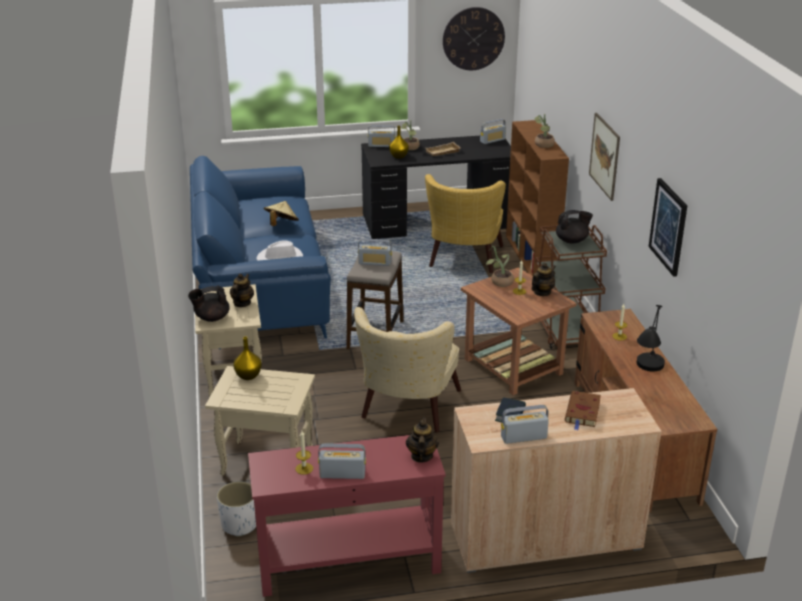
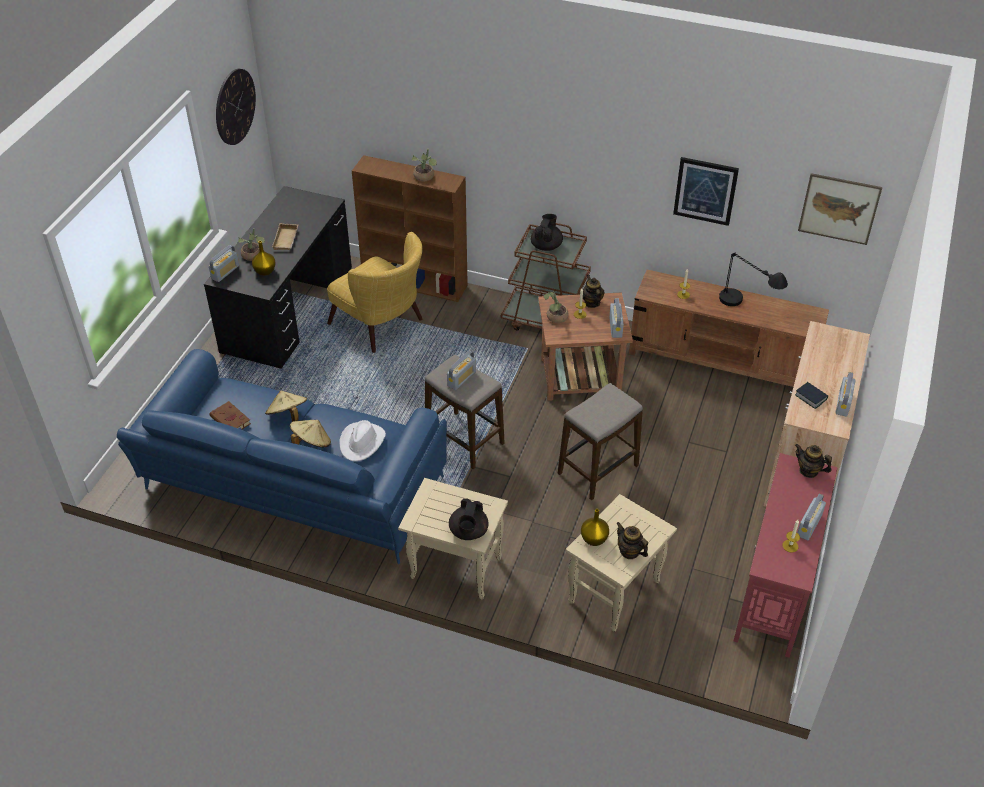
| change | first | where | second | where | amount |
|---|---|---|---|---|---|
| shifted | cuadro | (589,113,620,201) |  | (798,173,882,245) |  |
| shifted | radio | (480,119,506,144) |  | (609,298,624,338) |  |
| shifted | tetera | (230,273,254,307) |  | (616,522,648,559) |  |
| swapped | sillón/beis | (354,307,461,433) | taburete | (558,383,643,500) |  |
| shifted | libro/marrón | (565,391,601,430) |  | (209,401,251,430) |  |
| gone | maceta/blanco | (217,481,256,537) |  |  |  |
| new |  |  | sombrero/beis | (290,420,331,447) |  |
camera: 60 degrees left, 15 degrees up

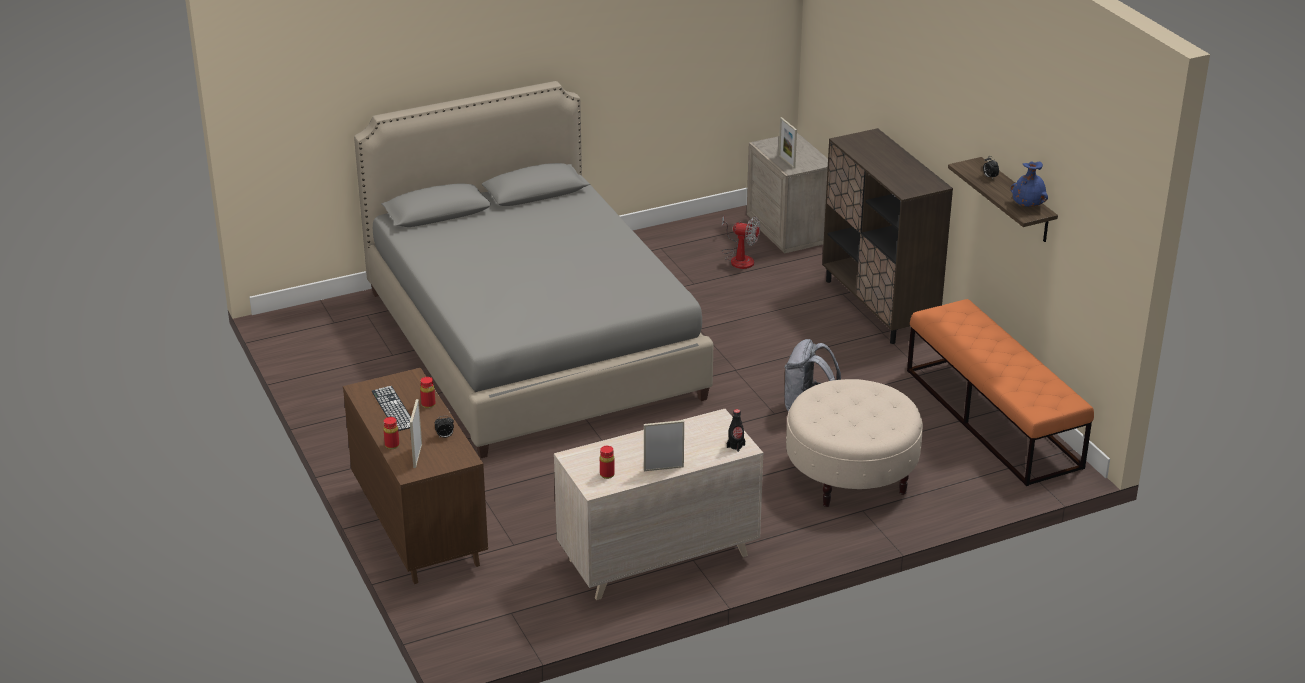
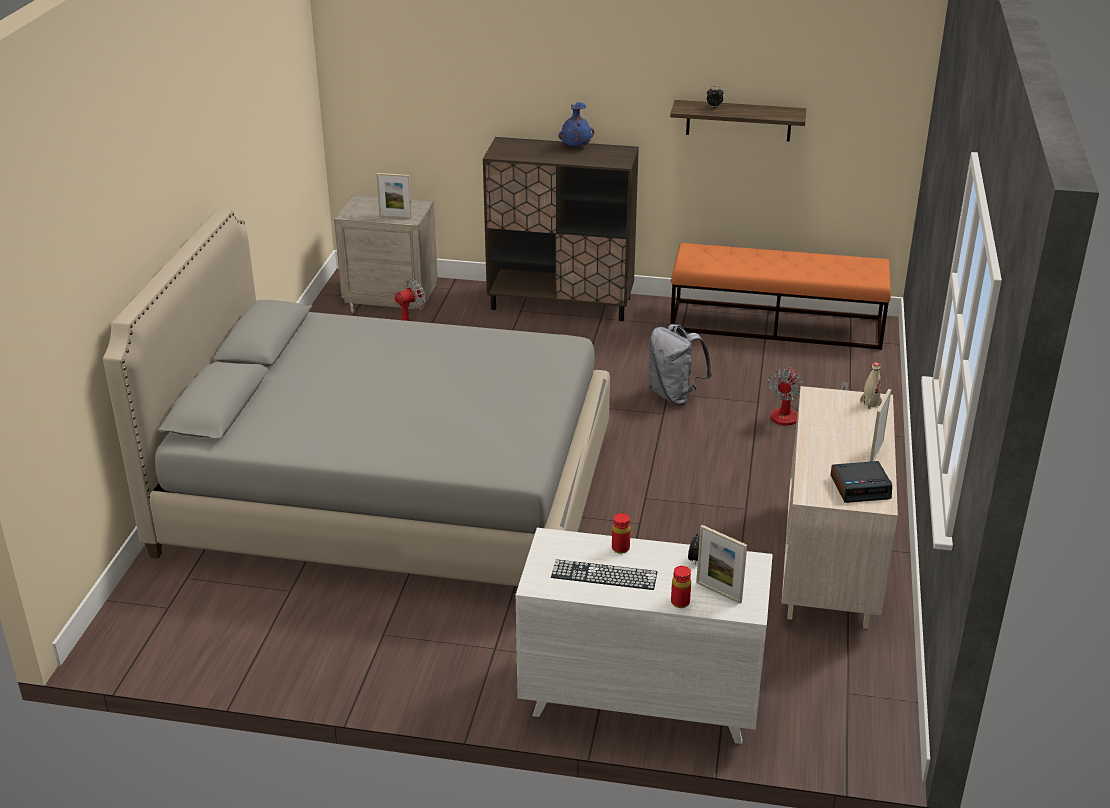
| change | first | where | second | where | amount |
|---|---|---|---|---|---|
| shifted | florero/azul | (1011,161,1048,207) |  | (558,102,594,147) |  |
| repainted | cómoda/marrón | (343,368,488,584) | cómoda/blanco | (515,528,773,744) |  |
| swapped | puf/beis | (786,379,923,507) | ventilador | (768,367,849,426) |  |
| repainted | botella/negro | (727,409,745,452) | botella/beis | (860,362,882,409) |  |
| swapped | botella/rojo | (600,446,615,479) | despertador | (831,461,892,503) |  |
camera: 55 degrees left, 0 degrees up

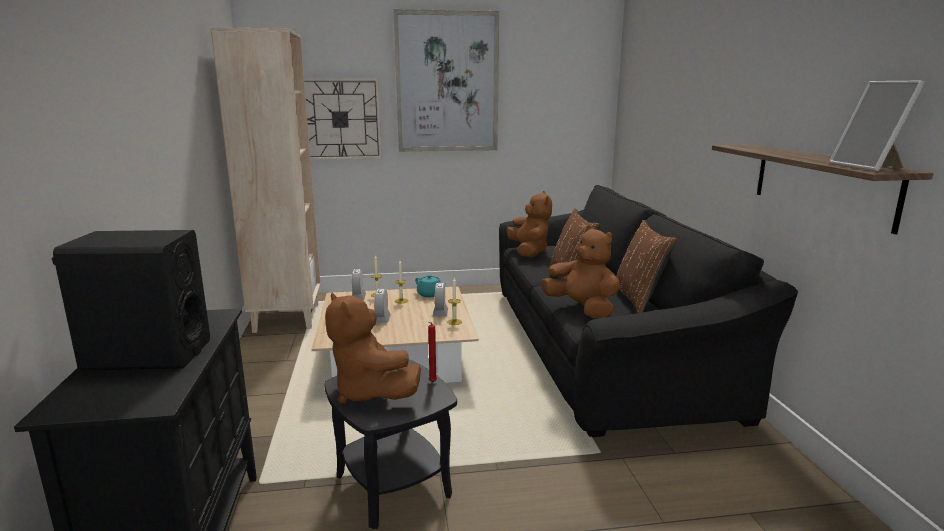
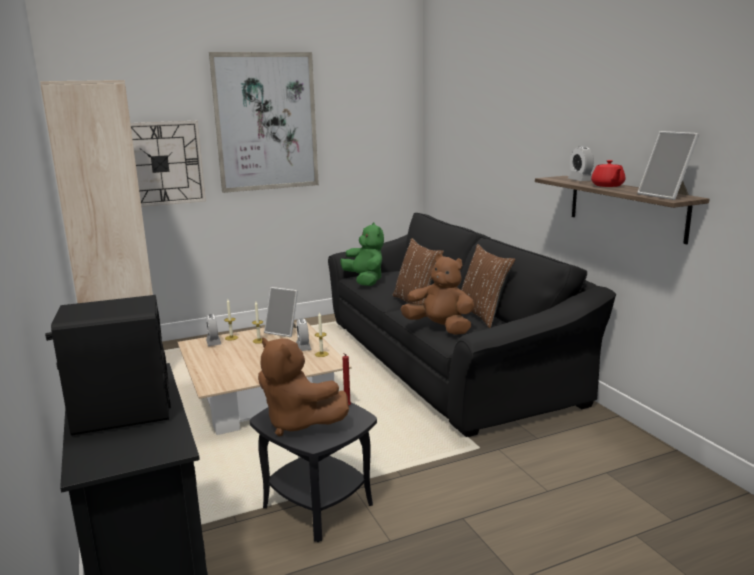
| change | first | where | second | where | amount |
|---|---|---|---|---|---|
| repainted | peluche/marrón | (507,191,552,257) | peluche/verde | (340,222,384,286) |  |
| swapped | tetera/turquesa | (415,275,446,297) | portarretratos | (264,287,298,337) |  |
| shifted | despertador | (374,288,391,323) |  | (568,146,594,181) |  |
| new |  |  | tetera/rojo | (591,160,625,187) |  |
camera: 15 degrees left, 0 degrees up

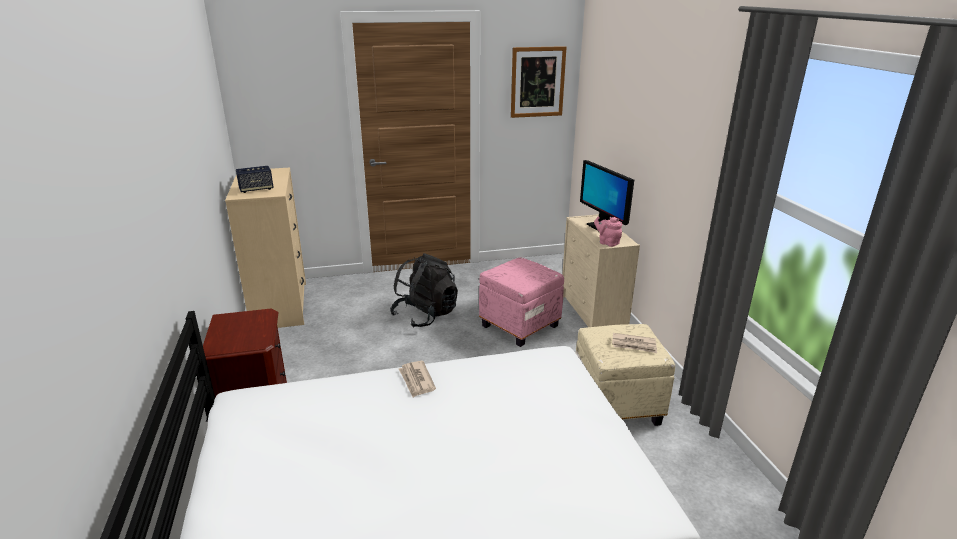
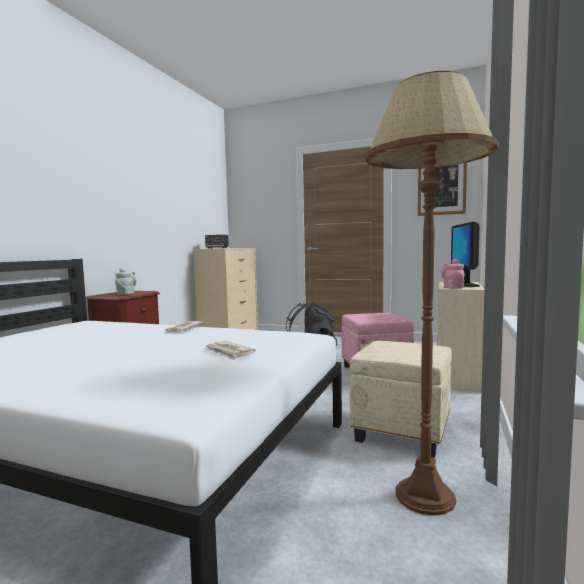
| change | first | where | second | where | amount |
|---|---|---|---|---|---|
| shifted | periódico | (612,333,657,353) |  | (203,341,256,360) |  |
| new |  |  | lámpara de pie/marrón | (365,71,499,516) |  |
| new |  |  | tetera/gris | (115,268,137,295) |  |
camera: 35 degrees right, 20 degrees down

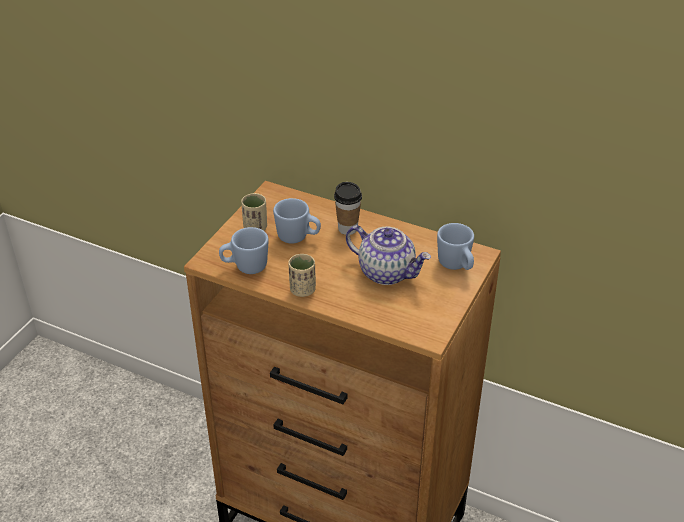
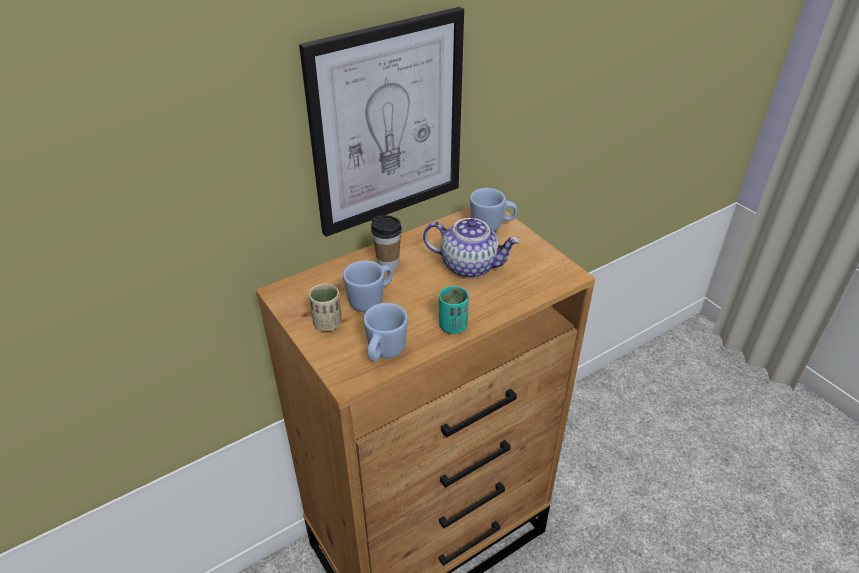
| change | first | where | second | where | amount |
|---|---|---|---|---|---|
| rotated | tetera | (346,225,431,285) |  | (423,218,520,278) | 45 degrees clockwise |
| repainted | taza/beis | (288,254,316,297) | taza/turquesa | (439,286,469,334) |  |
| new |  |  | cuadro | (299,7,464,237) |  |
camera: 60 degrees left, 0 degrees up

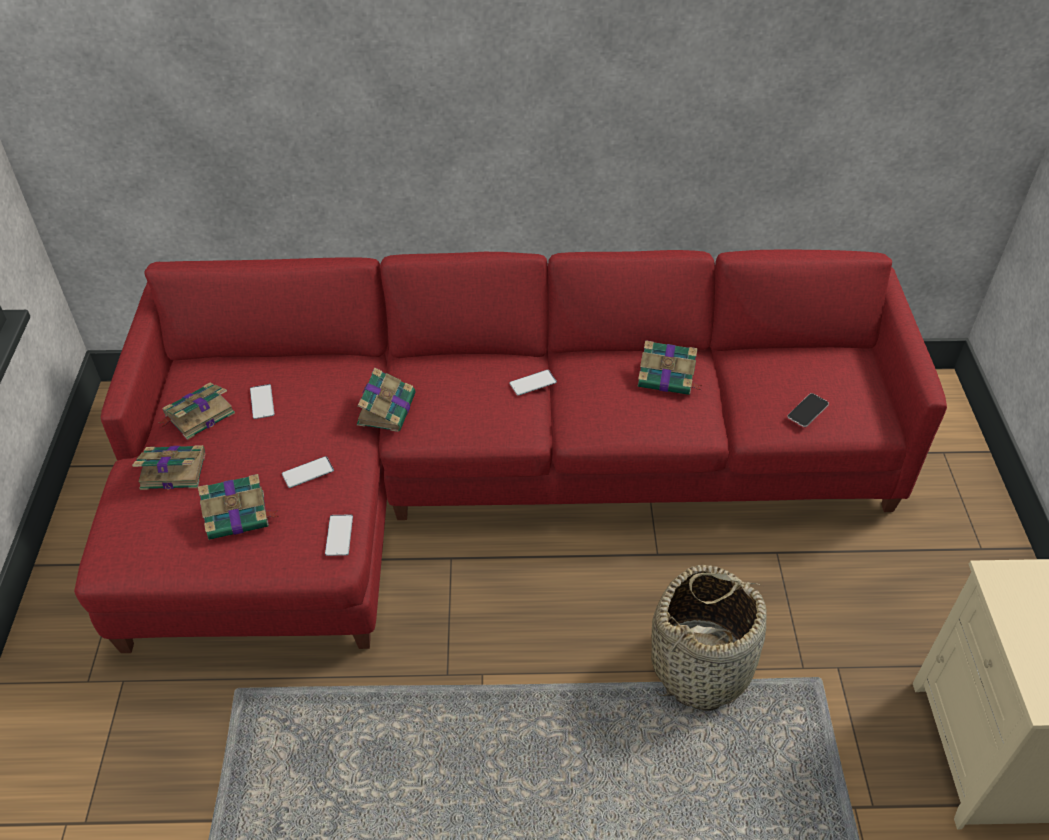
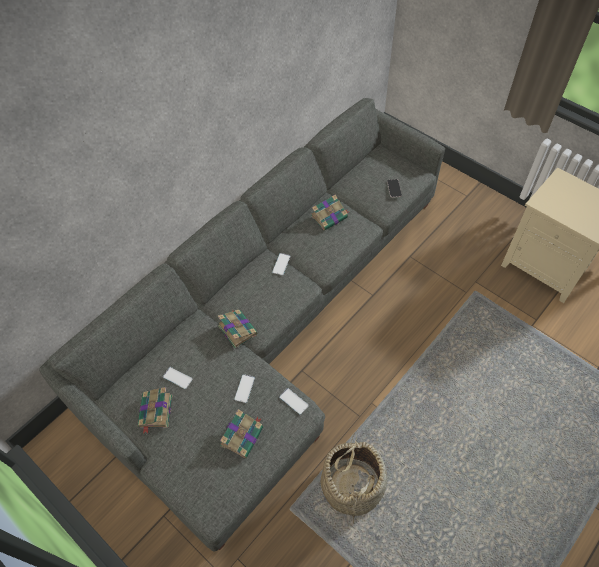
| change | first | where | second | where | amount |
|---|---|---|---|---|---|
| repainted | sofá/rojo | (74,250,947,653) | sofá/gris | (39,98,446,552) |  |
| gone | libro | (132,445,205,490) |  |  |  |
| shifted | cesta | (651,565,767,711) |  | (321,435,387,524) |  |
camera: 45 degrees left, 10 degrees up

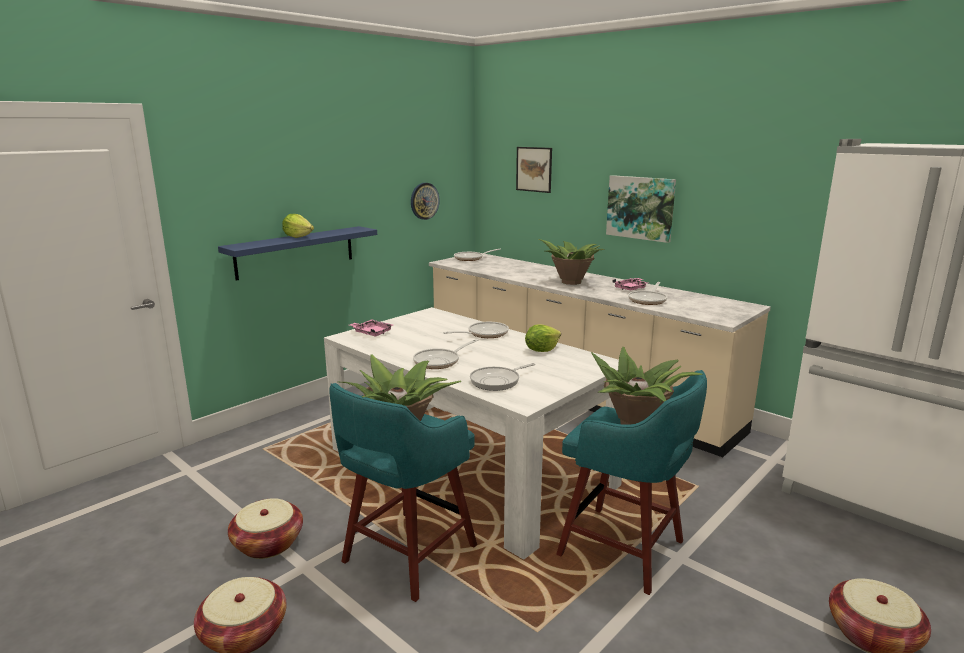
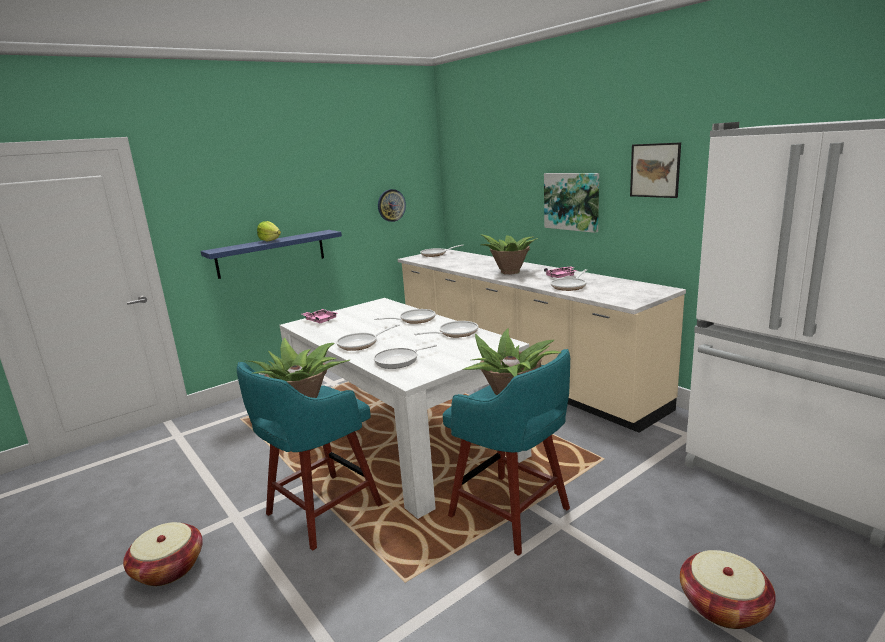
| change | first | where | second | where | amount |
|---|---|---|---|---|---|
| shifted | cuadro | (516,147,552,193) |  | (630,142,681,198) |  |
| swapped | lechuga | (525,324,561,352) | sartén | (414,321,478,337) |  |
| gone | cesta | (228,498,303,559) |  |  |  |
camera: 10 degrees right, 0 degrees up

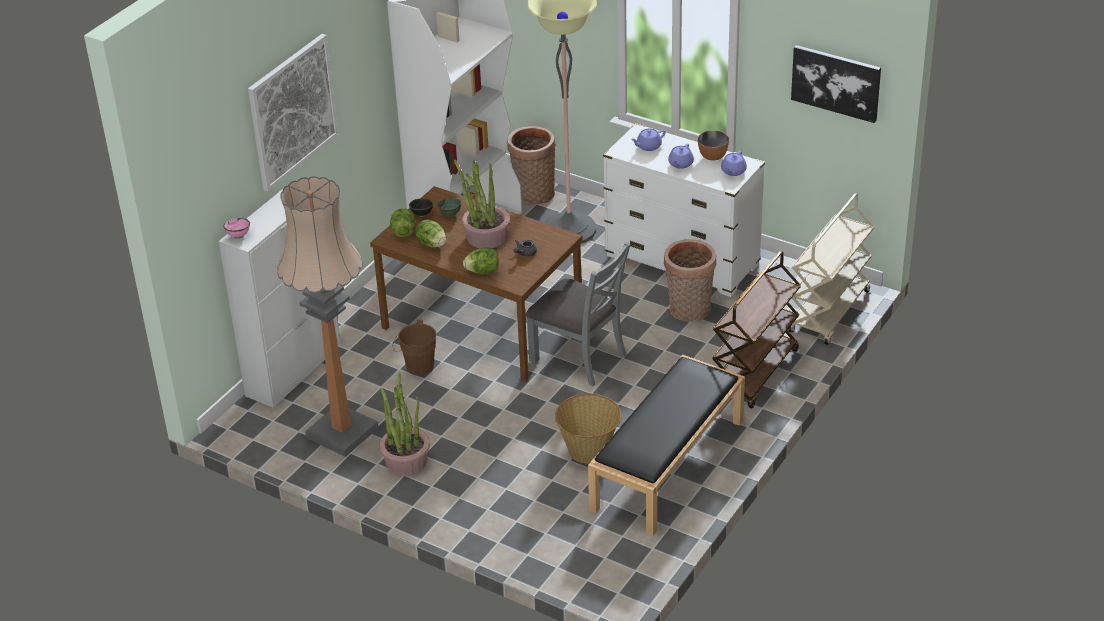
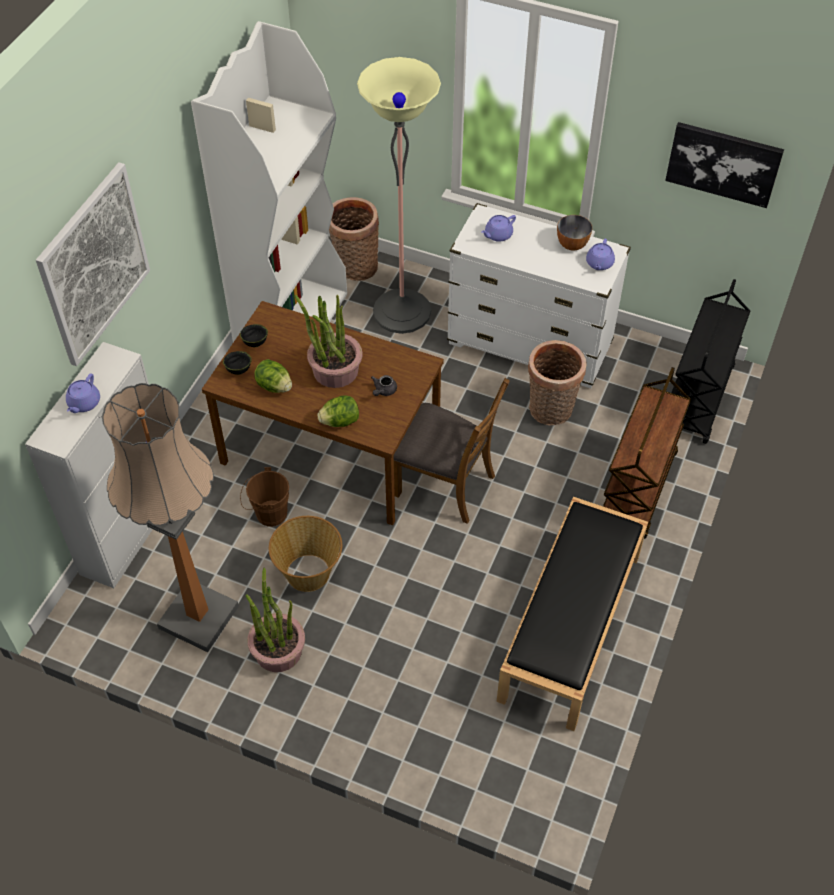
| change | first | where | second | where | amount |
|---|---|---|---|---|---|
| shifted | tetera/morado | (668,143,694,169) |  | (66,374,100,413) |  |
| repainted | carrito/beis | (788,193,874,345) | carrito/negro | (671,279,750,444) |  |
| gone | cuenco/verde | (437,198,461,217) |  |  |  |
| swapped | lechuga | (390,208,416,238) | cuenco/negro | (223,351,252,375) |  |
| gone | cuenco/rosa | (223,218,250,239) |  |  |  |
| repainted | silla/gris | (526,242,631,386) | silla/marrón | (394,378,510,524) |  |
| shifted | cesta | (555,394,622,464) |  | (269,516,342,592) |  |
camera: 10 degrees left, 15 degrees up

